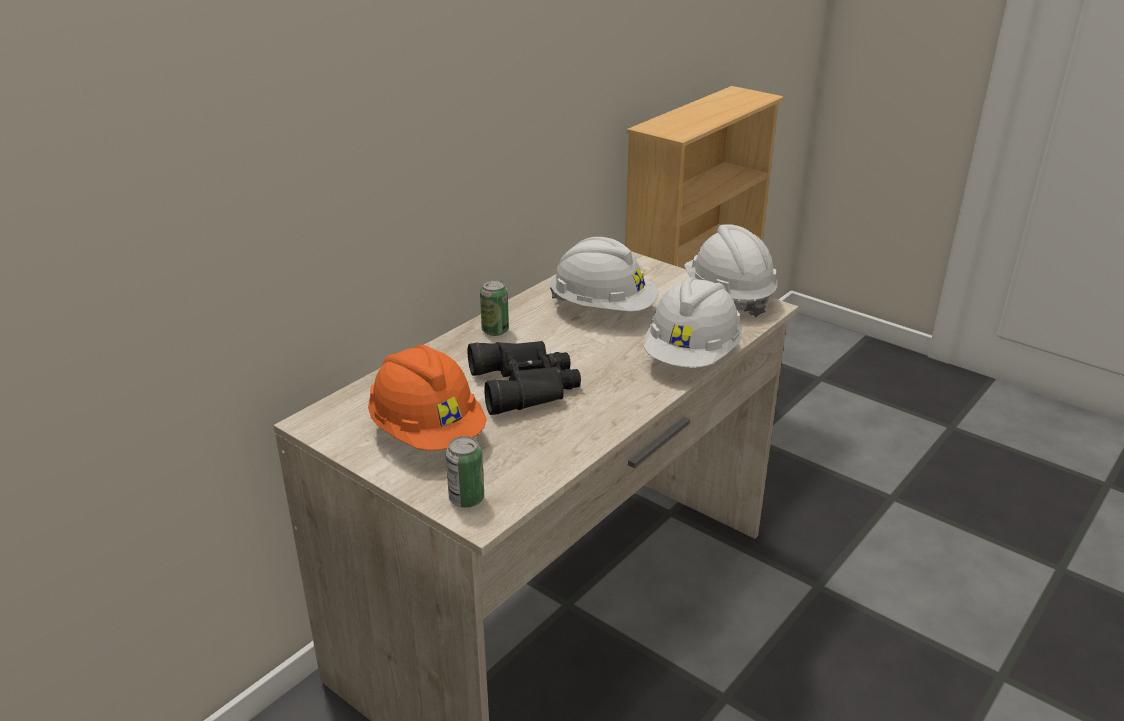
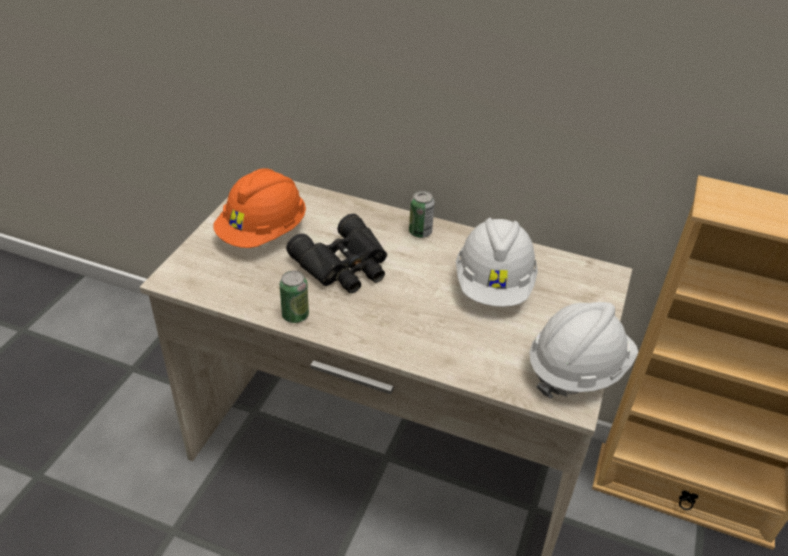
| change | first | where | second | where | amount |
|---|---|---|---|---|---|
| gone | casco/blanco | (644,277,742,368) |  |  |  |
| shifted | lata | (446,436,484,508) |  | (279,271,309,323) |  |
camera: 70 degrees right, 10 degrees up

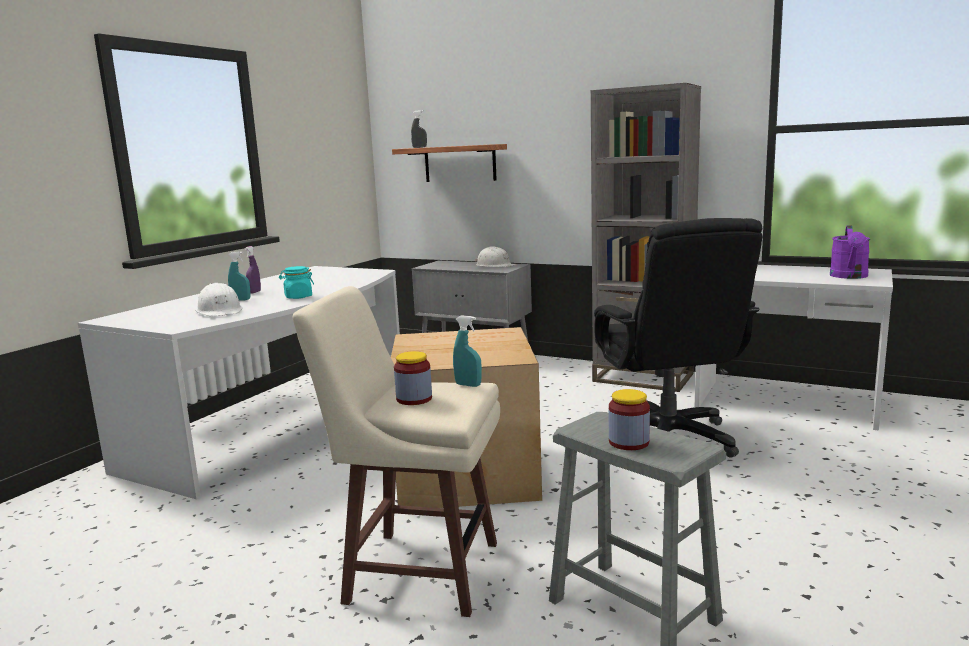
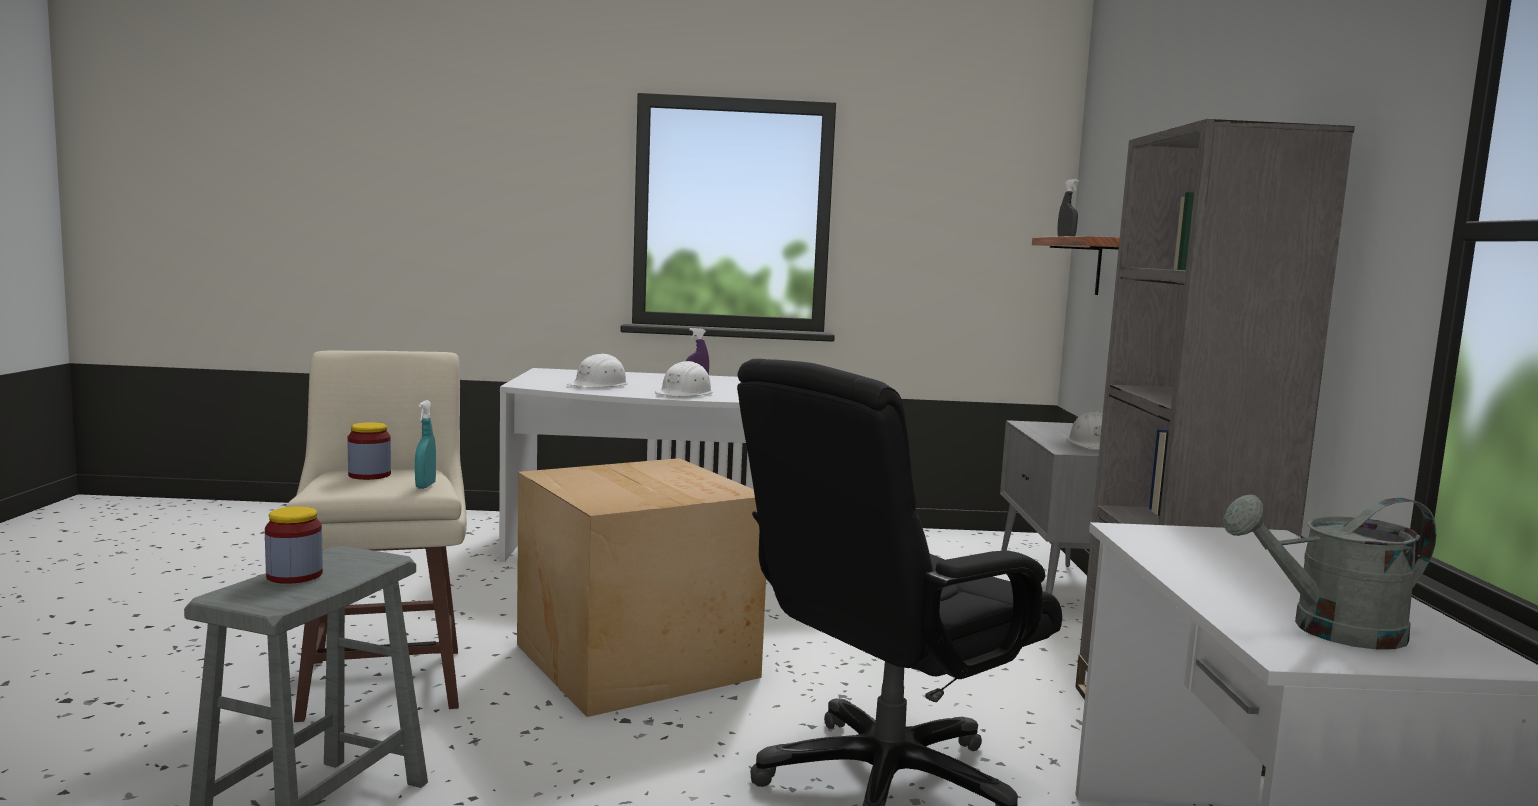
| change | first | where | second | where | amount |
|---|---|---|---|---|---|
| repainted | regadera/morado | (830,226,870,279) | regadera/gris | (1223,494,1436,649) |  |
| gone | pulverizador/turquesa | (228,252,250,301) |  |  |  |
| swapped | tarro/turquesa | (279,266,314,299) | casco/blanco | (655,361,713,397) |  |
camera: 60 degrees right, 5 degrees down

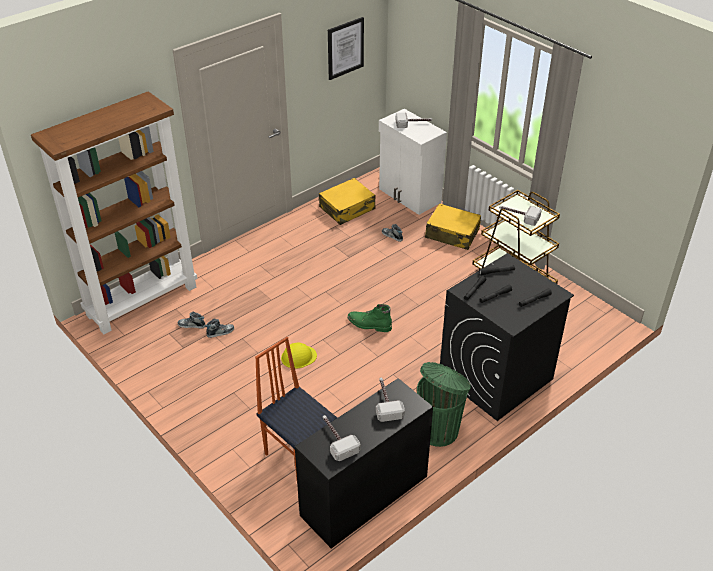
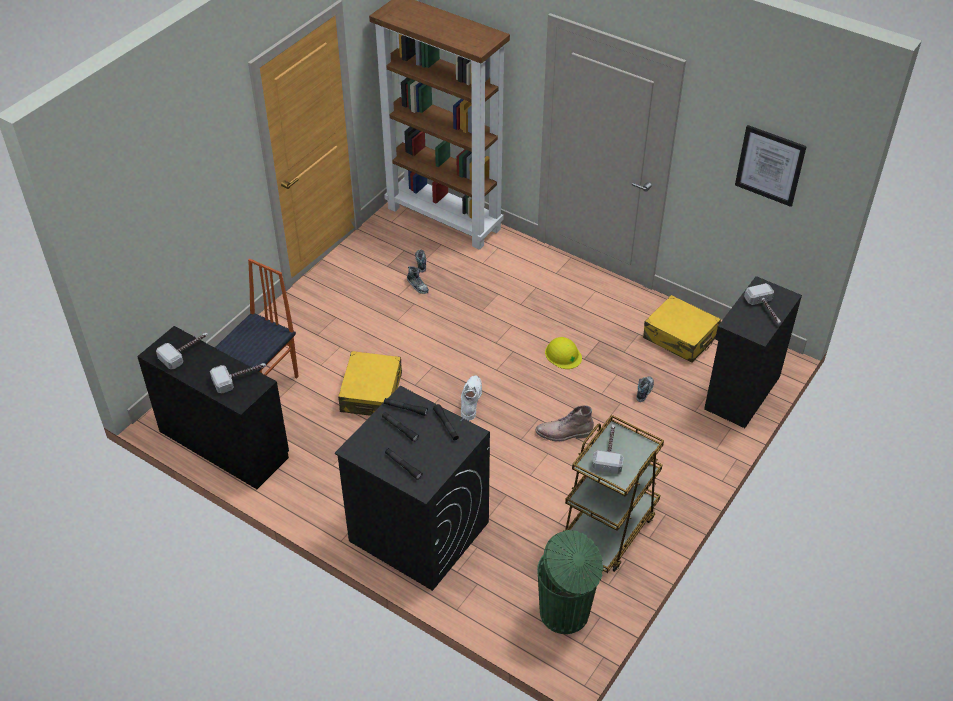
| change | first | where | second | where | amount |
|---|---|---|---|---|---|
| repainted | armario/blanco | (379,109,447,215) | armario/negro | (704,276,802,428) |  |
| shifted | maleta/amarillo | (425,203,481,250) |  | (338,351,402,416) |  |
| repainted | bota/verde | (347,304,392,332) | bota/blanco | (461,375,482,421) |  |
| shifted | casco/amarillo | (281,343,317,369) |  | (545,337,582,369) |  |
| shifted | papelera/verde | (417,362,471,447) |  | (537,530,603,634) |  |
| new |  |  | bota/marrón | (535,405,594,441) |  |
camera: 75 degrees right, 5 degrees up

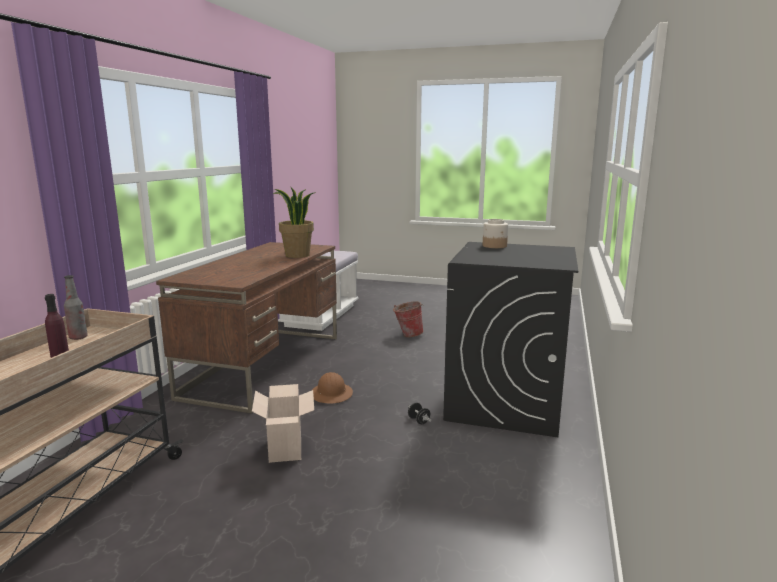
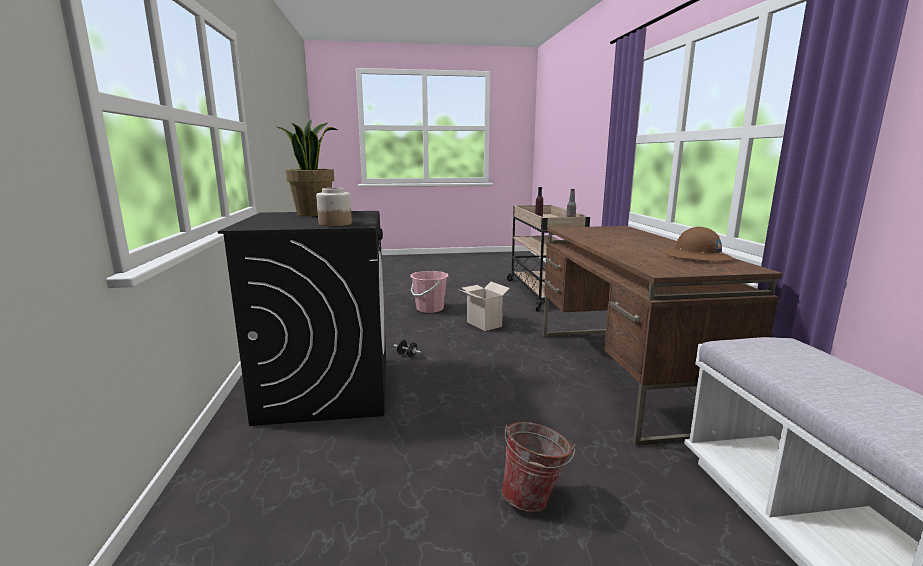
| change | first | where | second | where | amount |
|---|---|---|---|---|---|
| shifted | planta en maceta | (273,186,316,258) |  | (277,120,338,216) |  |
| shifted | casco/marrón | (311,372,353,404) |  | (665,227,733,262) |  |
| new |  |  | cubo/rosa | (410,271,448,313) |  |
camera: 155 degrees right, 0 degrees up

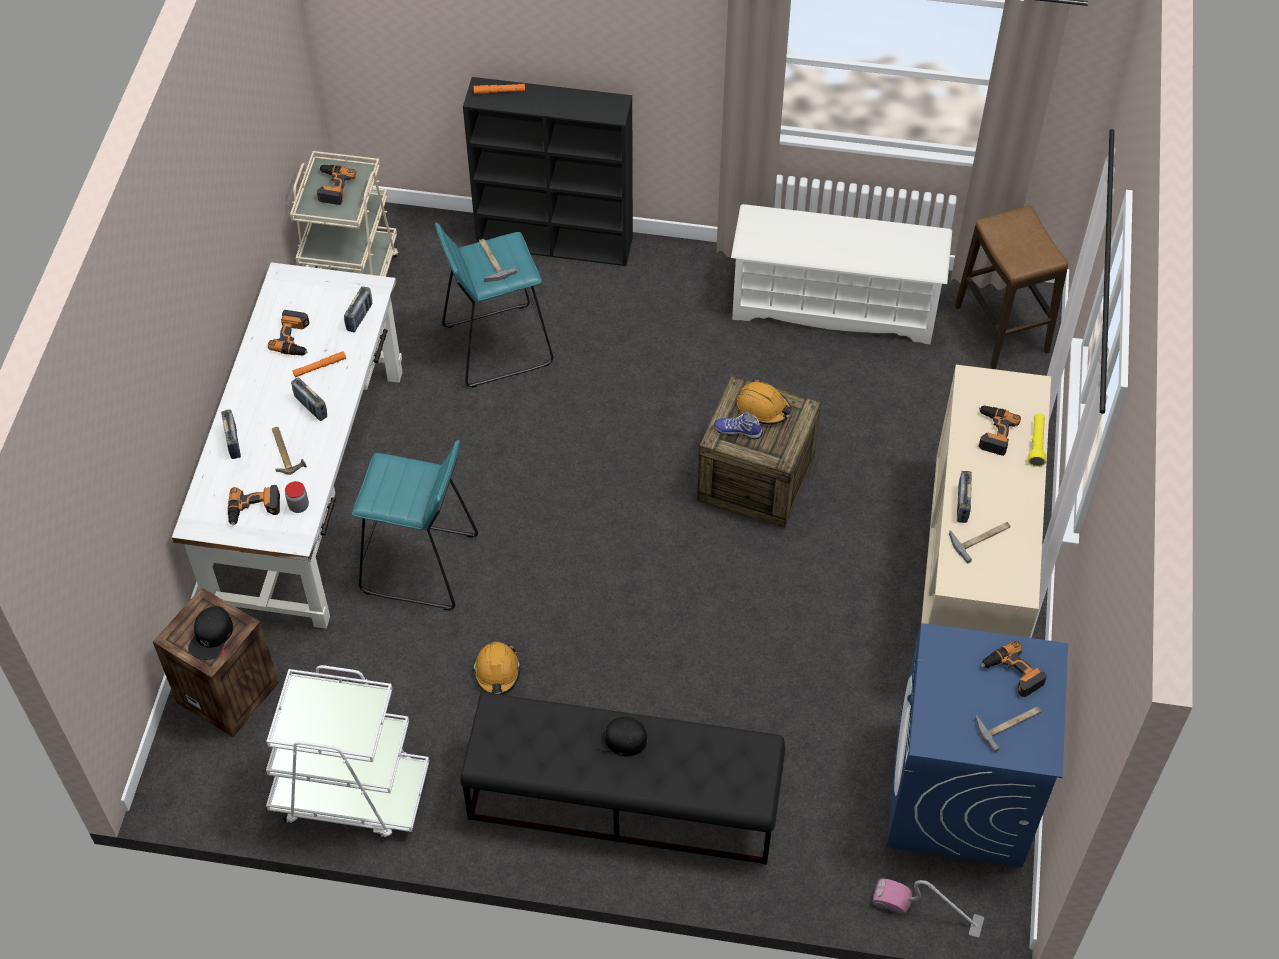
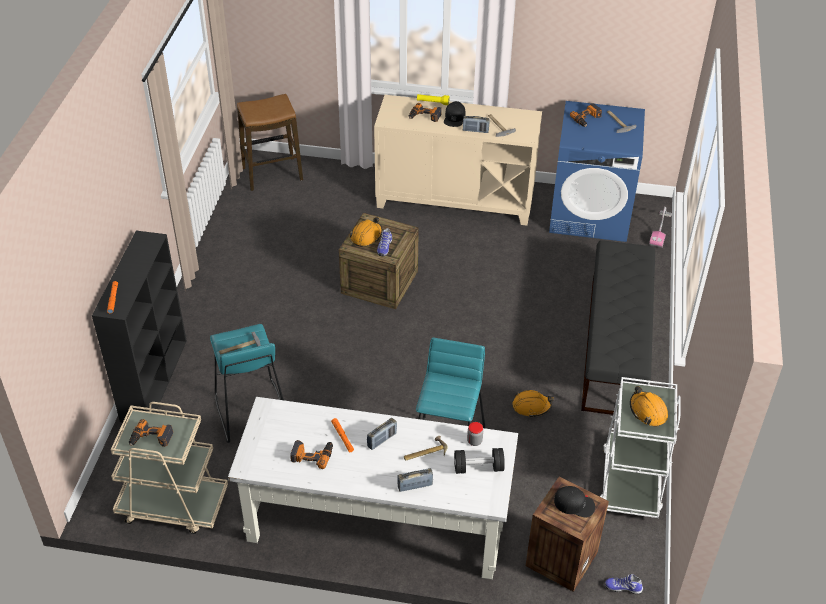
| change | first | where | second | where | amount |
|---|---|---|---|---|---|
| gone | zapatero/blanco | (731,204,952,344) |  |  |  |
| gone | radio | (344,286,372,333) |  |  |  |
| swapped | taladro | (228,485,280,526) | mancuerna/negro | (454,448,505,474) |  |
| shifted | gorra/negro | (591,717,648,757) |  | (444,101,466,127) |  |
| new |  |  | casco/naranja | (630,386,668,427) |  |
| new |  |  | zapato | (604,574,643,594) |  |
camera: 90 degrees left, 10 degrees down

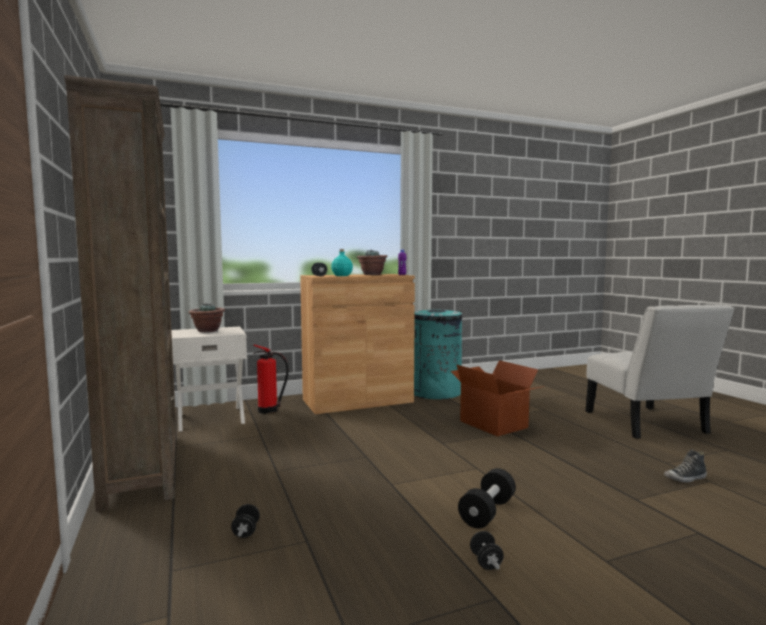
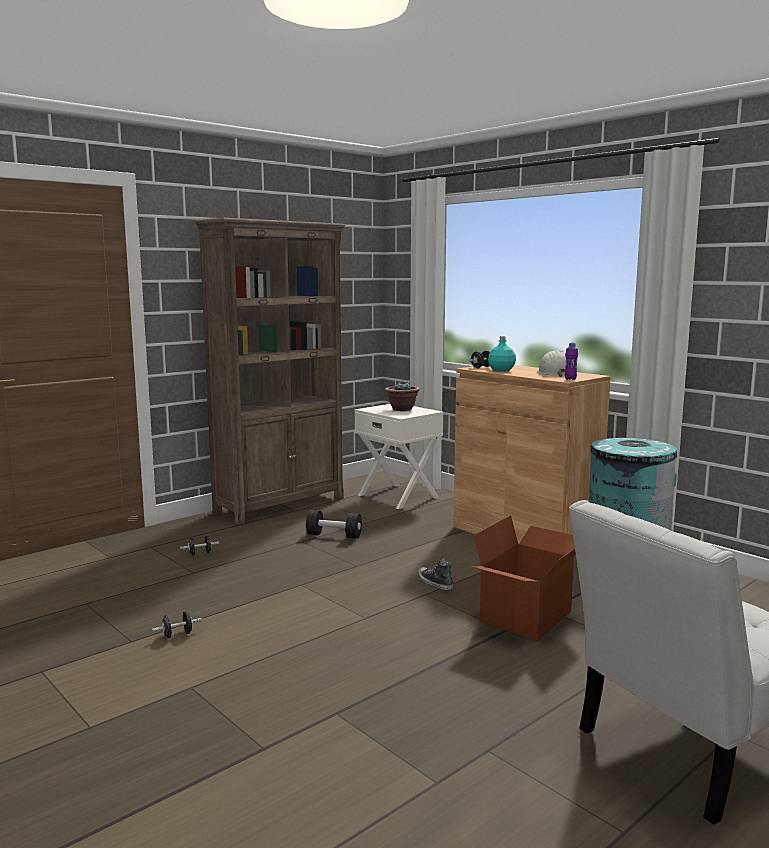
| change | first | where | second | where | amount |
|---|---|---|---|---|---|
| swapped | planta en maceta | (357,250,387,275) | casco/blanco | (537,350,566,377) |  |
| gone | extintor | (253,345,289,414) |  |  |  |
| shifted | zapato | (664,449,707,483) |  | (418,558,453,590) |  |
| shifted | mancuerna/negro | (458,468,516,529) |  | (306,510,362,539) |  |
camera: 70 degrees right, 5 degrees up

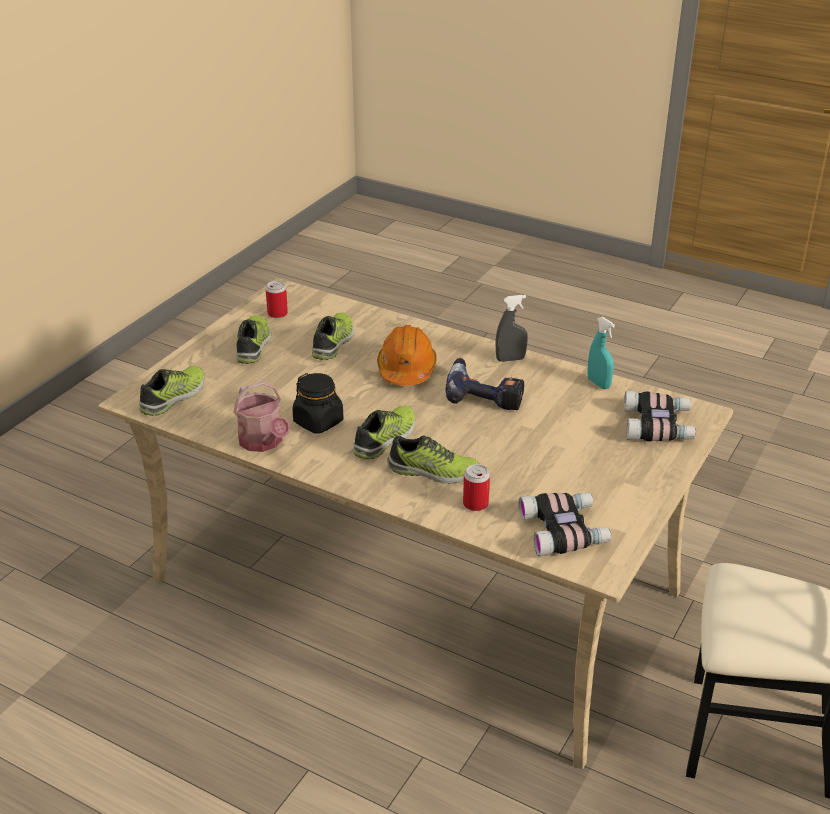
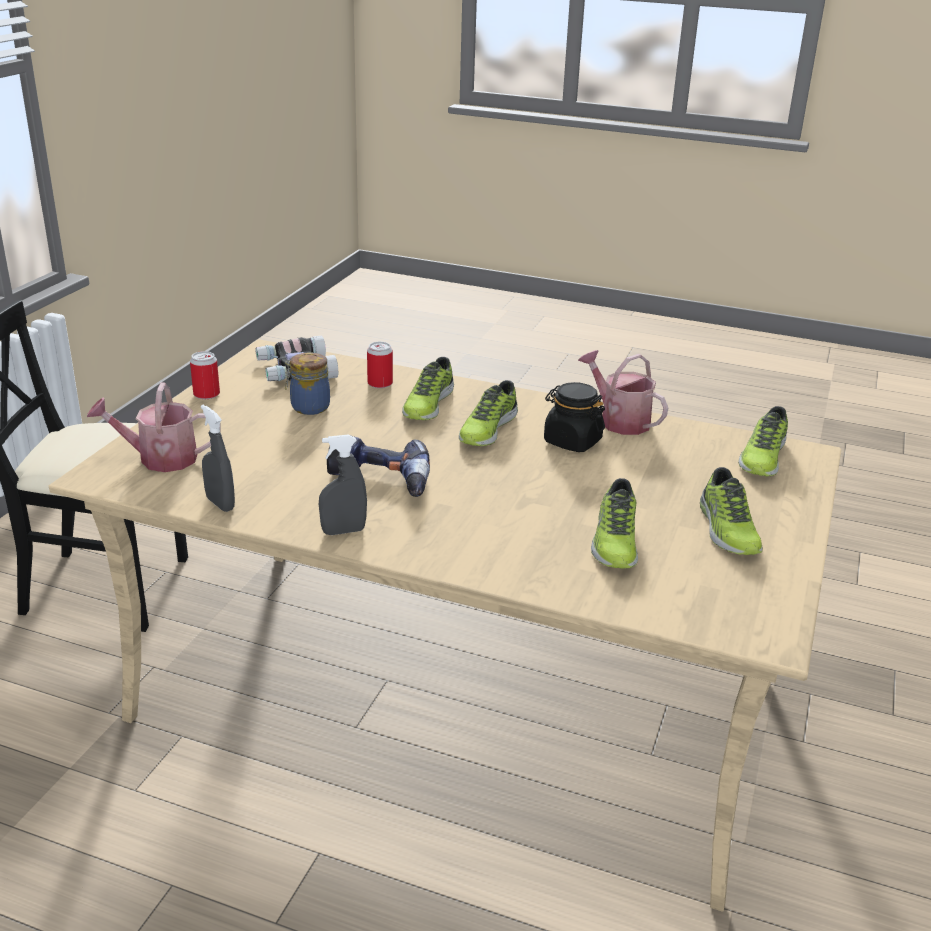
| change | first | where | second | where | amount |
|---|---|---|---|---|---|
| shifted | lata | (266,281,288,318) |  | (190,351,220,399) |  |
| repainted | pulverizador/turquesa | (587,317,615,389) | pulverizador/gris | (201,405,235,512) |  |
| gone | casco/naranja | (377,325,437,386) |  |  |  |
| swapped | prismáticos | (624,391,696,442) | regadera | (87,382,221,472) |  |
| rotated | zapato | (387,435,479,484) |  | (402,357,454,420) | 75 degrees counterclockwise |
| new |  |  | tarro | (285,353,330,415) |  |
camera: 170 degrees right, 5 degrees down

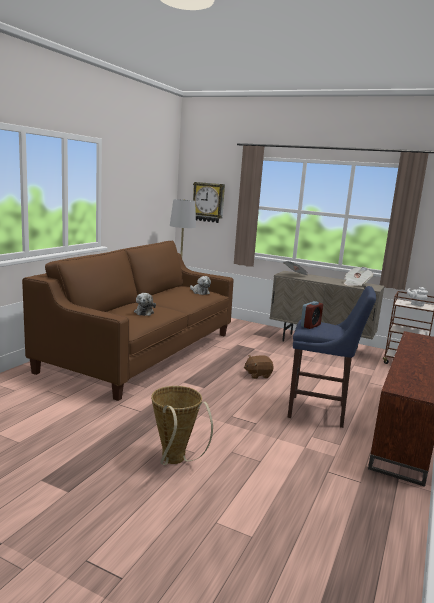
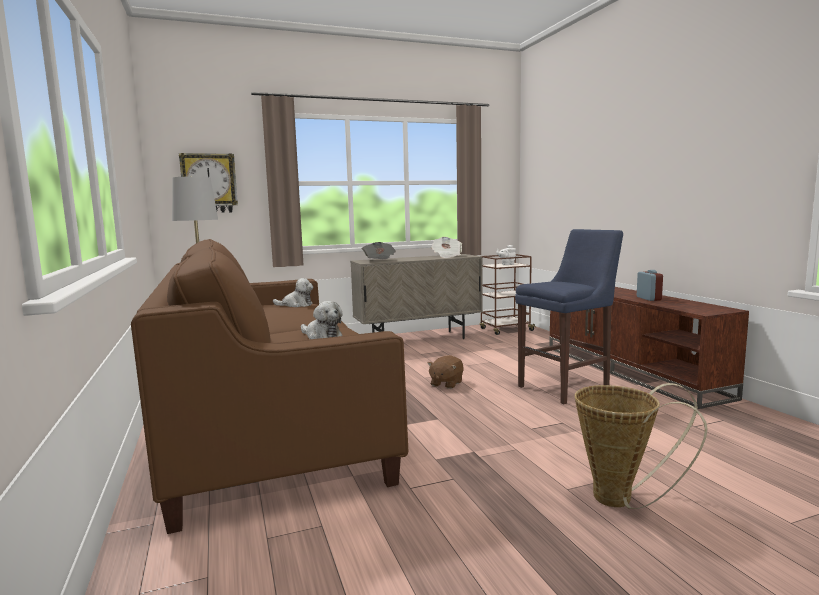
| change | first | where | second | where | amount |
|---|---|---|---|---|---|
| shifted | despertador | (301,301,323,329) |  | (637,270,663,301) |  |
camera: 45 degrees left, 5 degrees down

